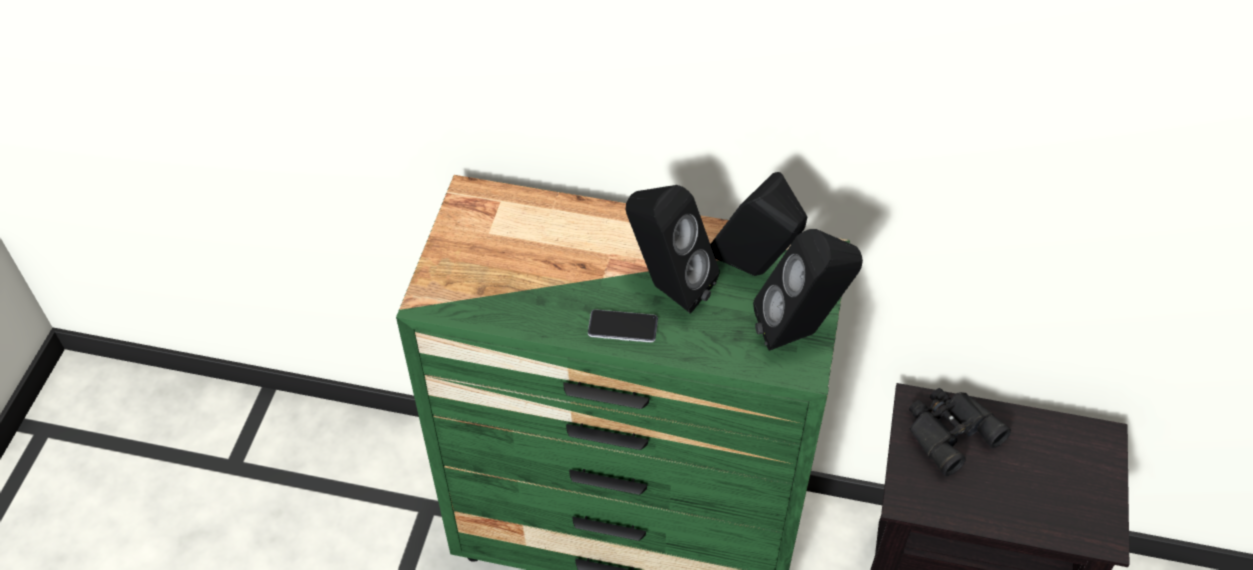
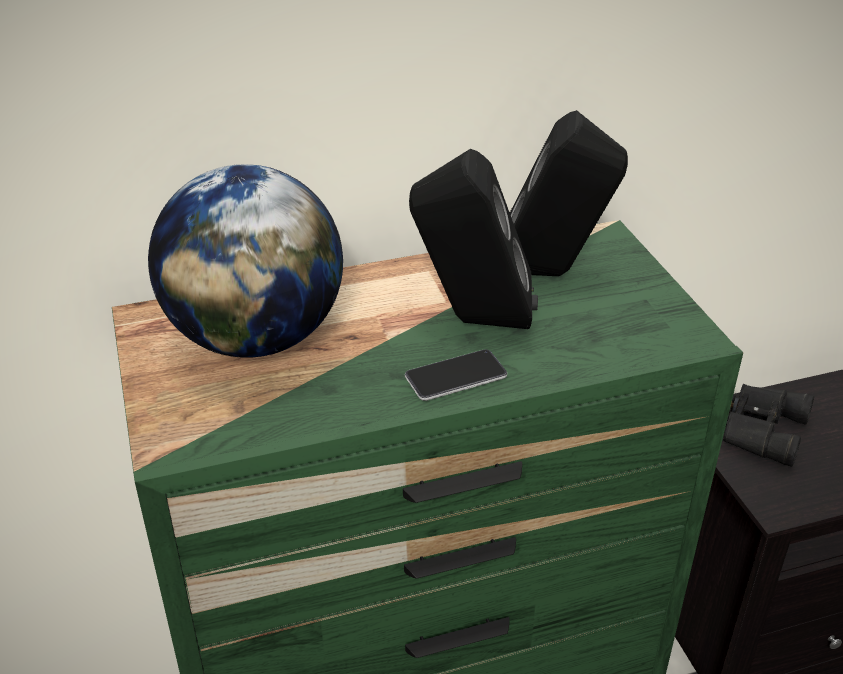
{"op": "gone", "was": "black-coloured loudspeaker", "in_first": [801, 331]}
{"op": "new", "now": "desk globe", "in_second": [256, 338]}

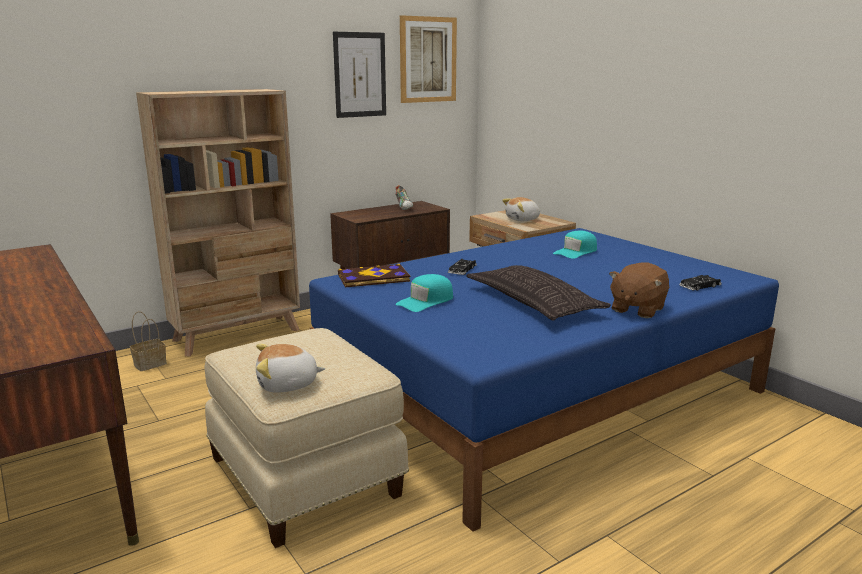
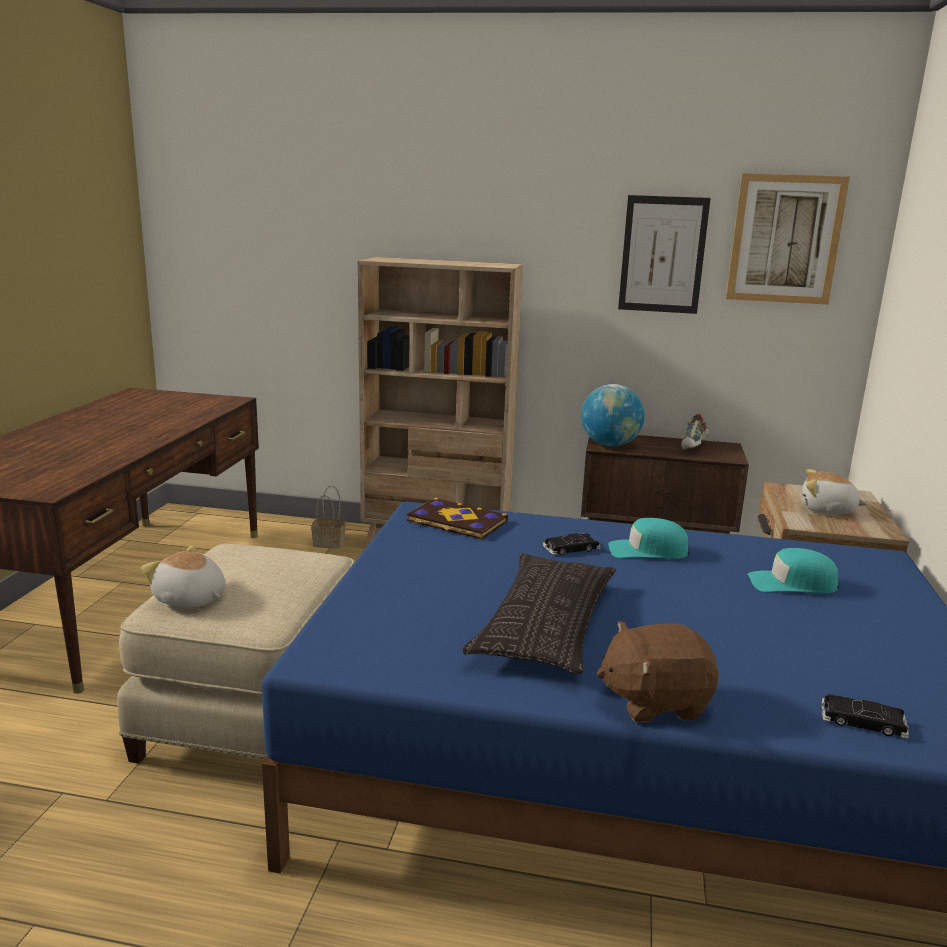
{"op": "shifted", "was": "turquoise-coloured peaked cap", "in_first": [426, 301], "in_second": [647, 551]}
{"op": "new", "now": "desk globe", "in_second": [610, 445]}

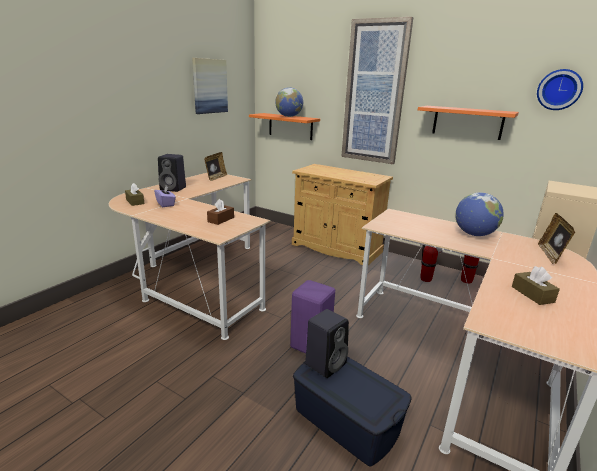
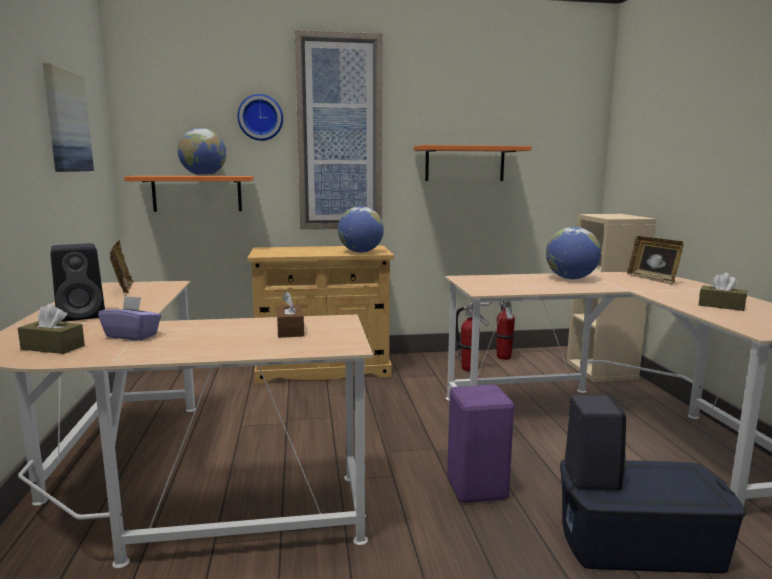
{"op": "shifted", "was": "wall clock", "in_first": [559, 90], "in_second": [260, 117]}
{"op": "new", "now": "desk globe", "in_second": [360, 252]}

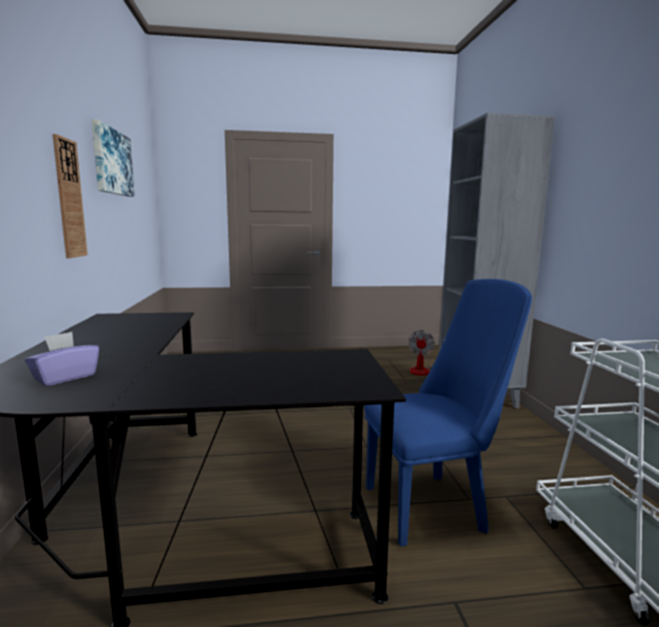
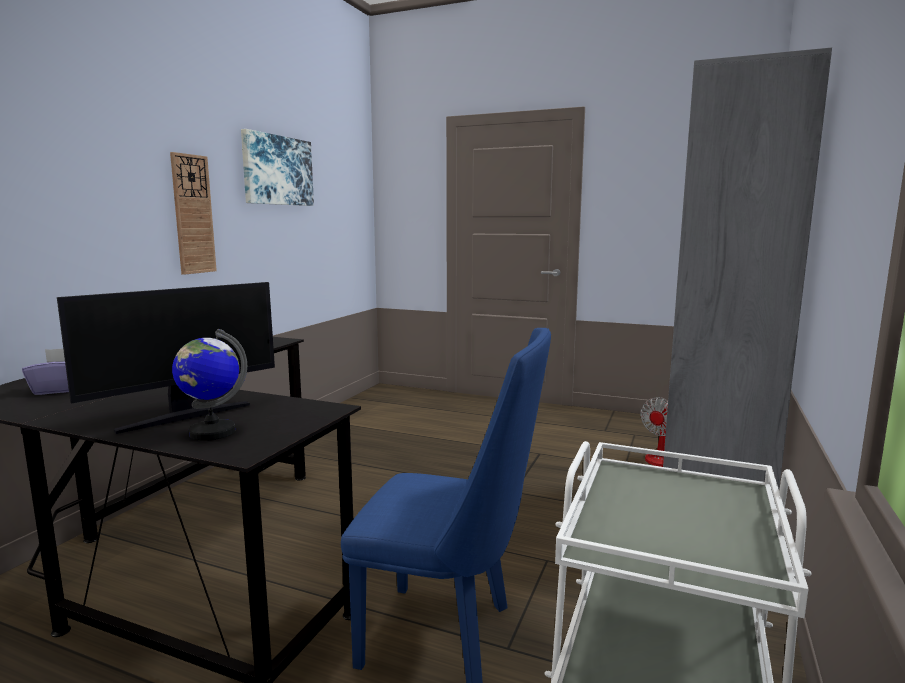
{"op": "new", "now": "monitor", "in_second": [184, 416]}
{"op": "new", "now": "desk globe", "in_second": [211, 432]}

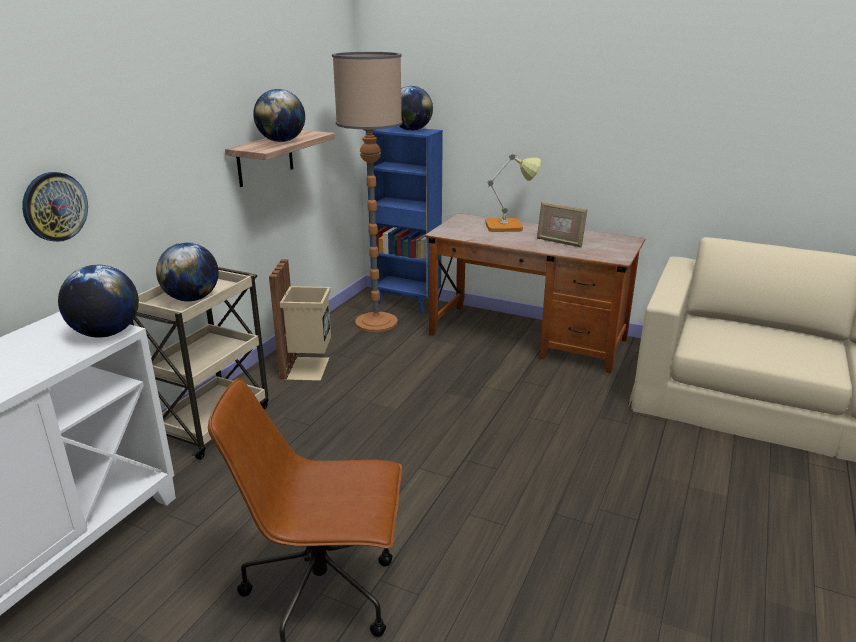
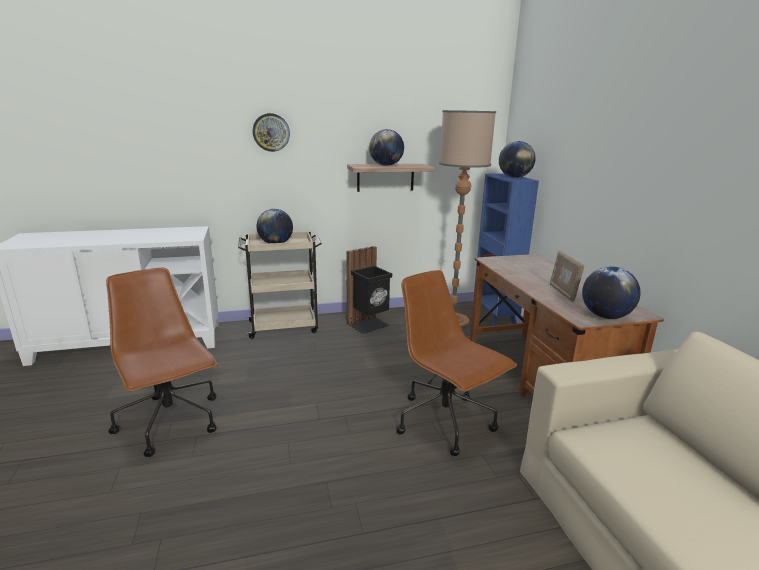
{"op": "gone", "was": "table lamp", "in_first": [509, 226]}
{"op": "shifted", "was": "wall clock", "in_first": [54, 206], "in_second": [271, 132]}
{"op": "repainted", "was": "beige trash can", "now": "black-coloured trash can", "in_first": [308, 368], "in_second": [369, 325]}
{"op": "shifted", "was": "desk globe", "in_first": [106, 333], "in_second": [605, 316]}
{"op": "new", "now": "brown-coloured computer chair", "in_second": [446, 422]}

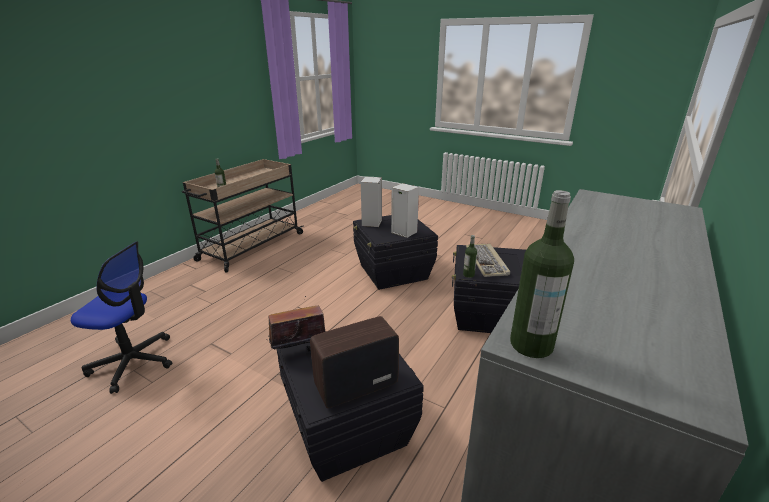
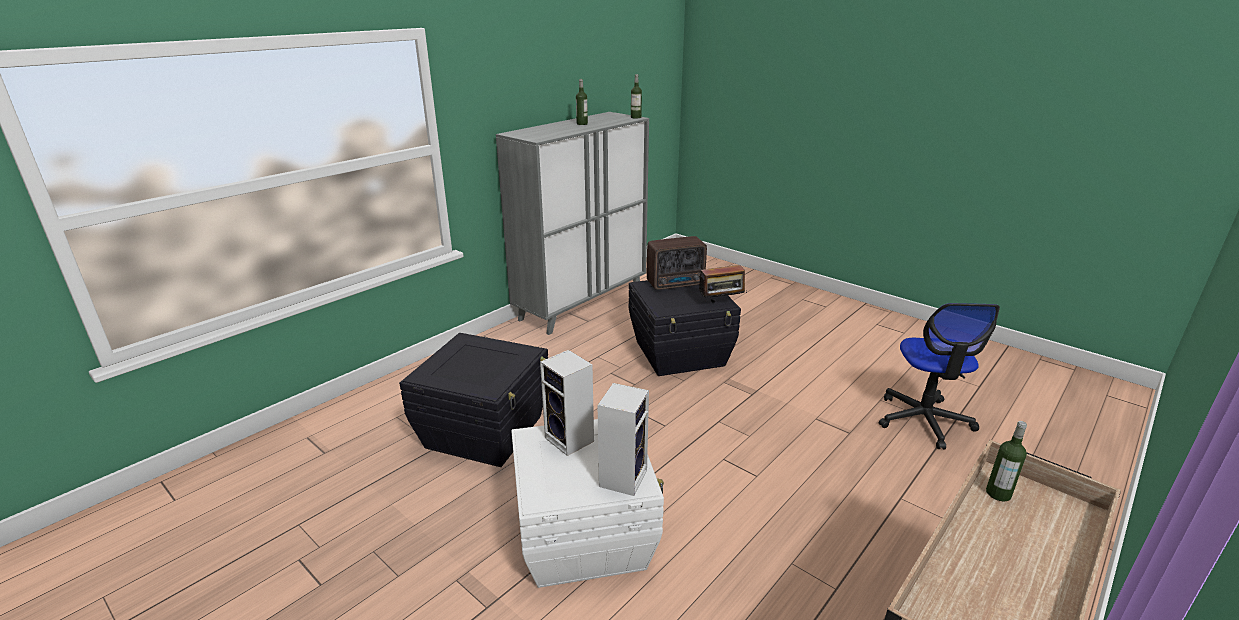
{"op": "repainted", "was": "black-coloured storage container", "now": "white-coloured storage container", "in_first": [393, 272], "in_second": [585, 536]}
{"op": "shifted", "was": "beverage bottle", "in_first": [468, 275], "in_second": [582, 124]}
{"op": "rotated", "was": "computer chair", "in_first": [133, 362], "in_second": [924, 420], "clockwise": -105}
{"op": "gone", "was": "keyboard", "in_first": [487, 262]}

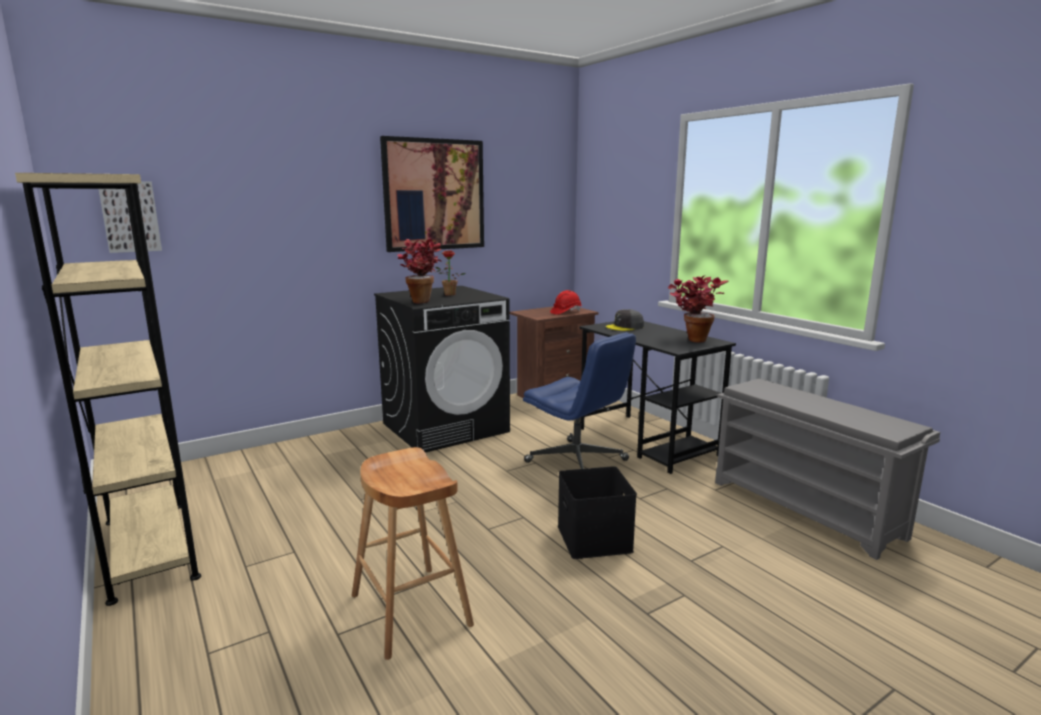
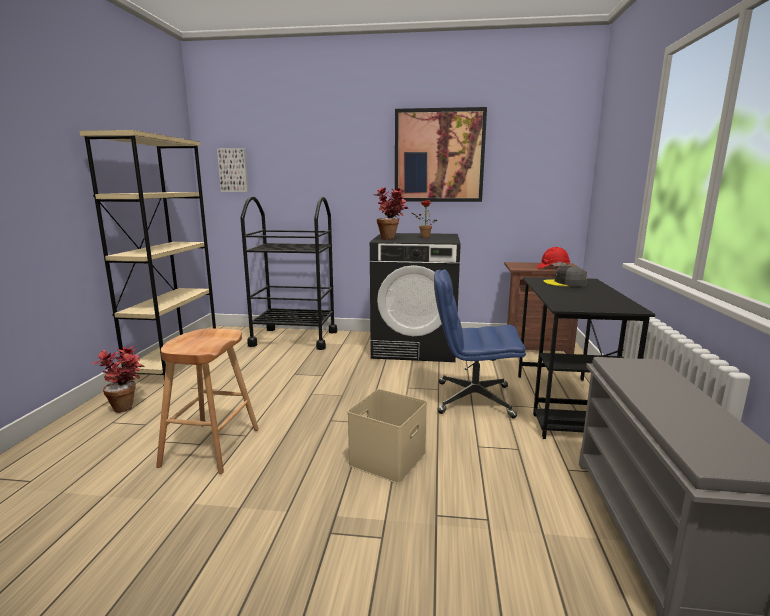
{"op": "shifted", "was": "potted plant", "in_first": [691, 339], "in_second": [127, 406]}
{"op": "rotated", "was": "blue-coloured computer chair", "in_first": [577, 461], "in_second": [473, 399], "clockwise": 105}
{"op": "repainted", "was": "black-coloured storage container", "now": "beige storage container", "in_first": [596, 539], "in_second": [388, 460]}
{"op": "new", "now": "black-coloured trolley", "in_second": [294, 338]}

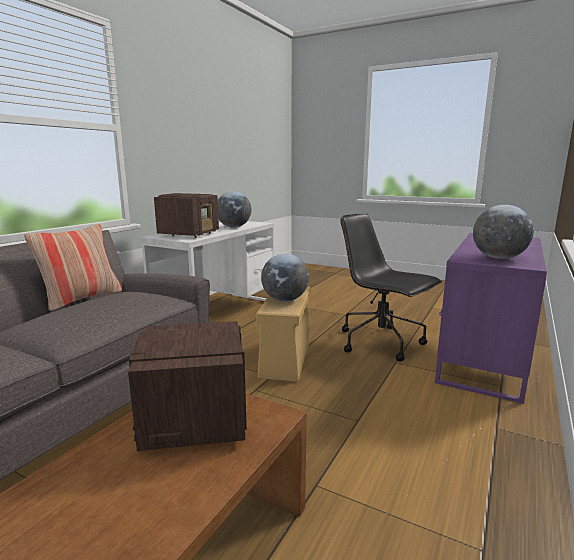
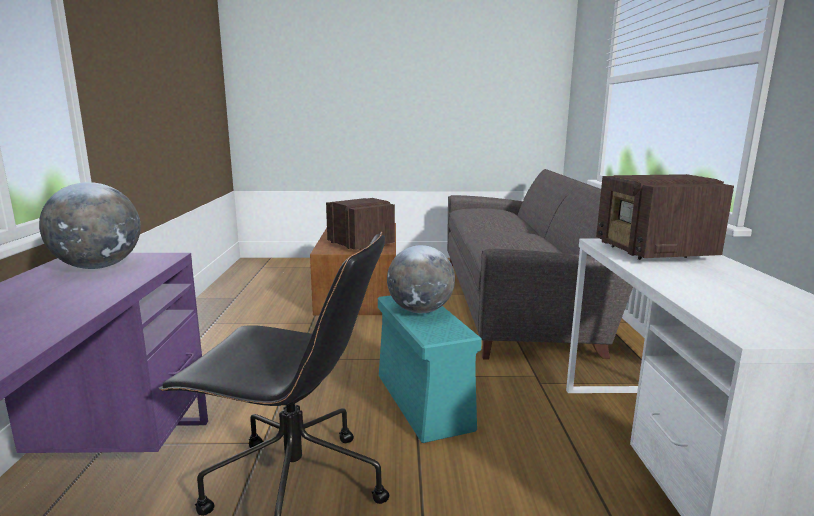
{"op": "gone", "was": "desk globe", "in_first": [234, 227]}
{"op": "gone", "was": "throw pillow", "in_first": [82, 298]}
{"op": "repainted", "was": "beige storage container", "now": "turquoise-coloured storage container", "in_first": [286, 358], "in_second": [424, 402]}

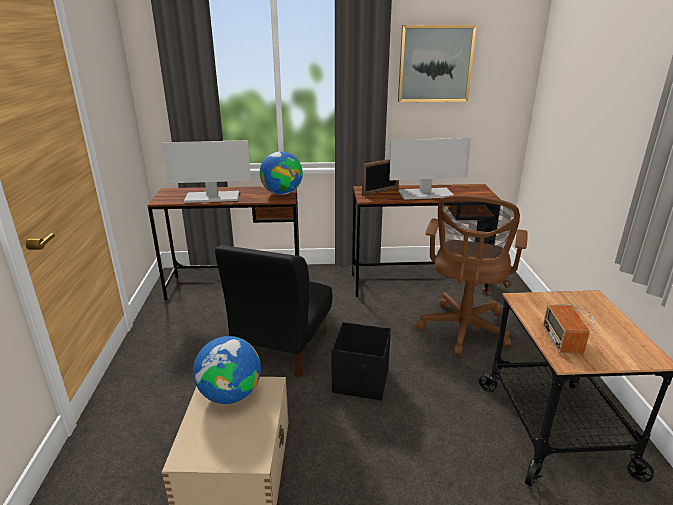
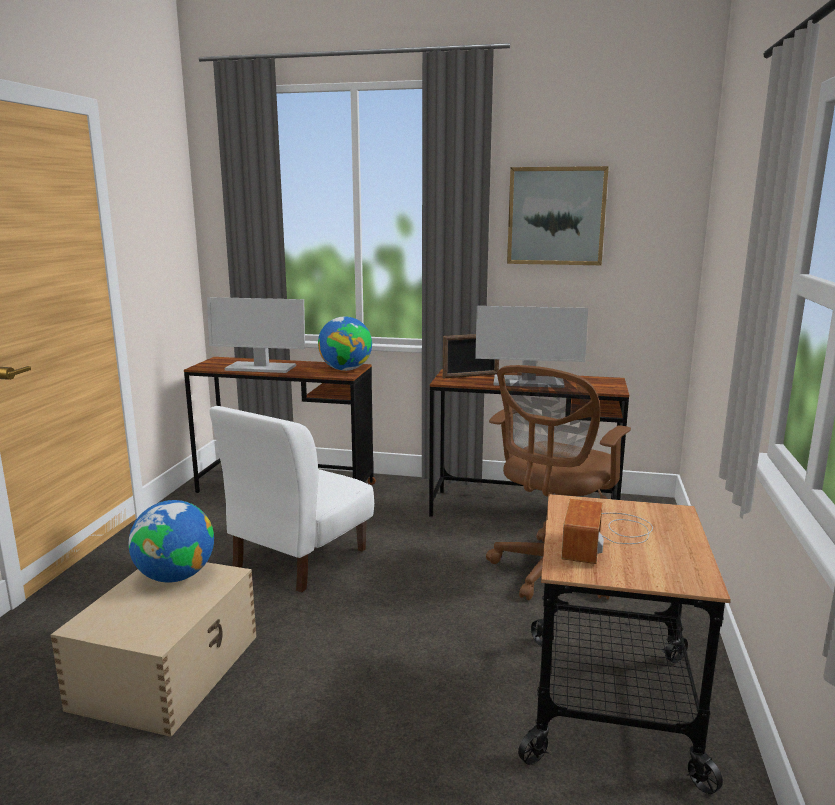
{"op": "repainted", "was": "black-coloured chair", "now": "white-coloured chair", "in_first": [281, 347], "in_second": [299, 558]}
{"op": "gone", "was": "black-coloured storage container", "in_first": [361, 381]}

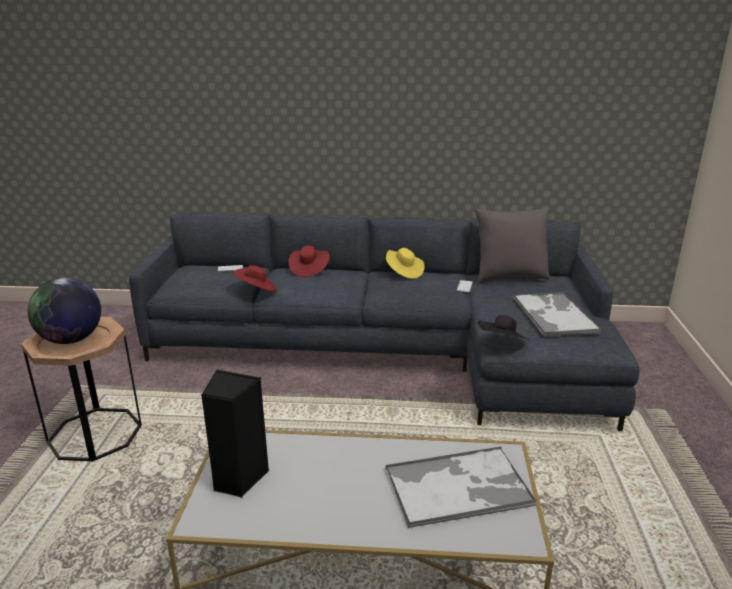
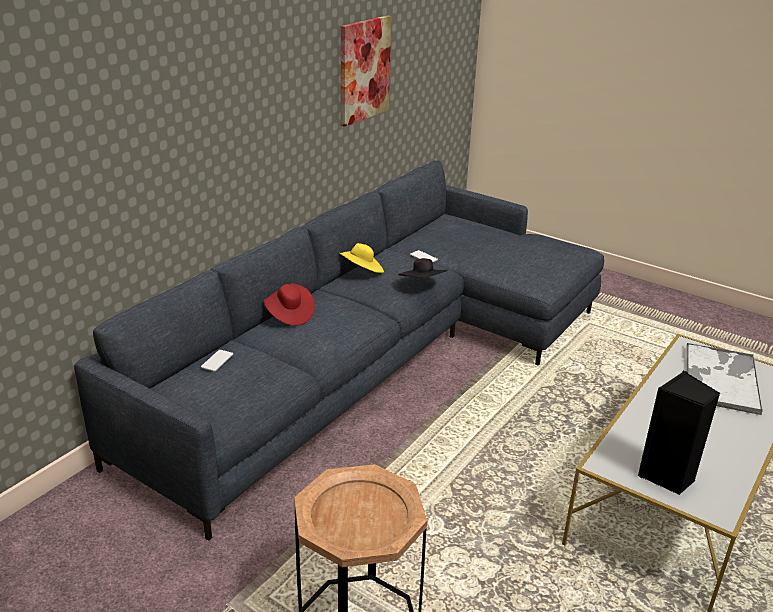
{"op": "gone", "was": "gray throw pillow", "in_first": [509, 277]}
{"op": "gone", "was": "red-coloured hat", "in_first": [256, 290]}
{"op": "gone", "was": "desk globe", "in_first": [71, 340]}
{"op": "gone", "was": "serving tray", "in_first": [553, 314]}
{"op": "shifted", "was": "black-coloured hat", "in_first": [502, 343], "in_second": [423, 285]}
{"op": "new", "now": "picture", "in_second": [364, 70]}

